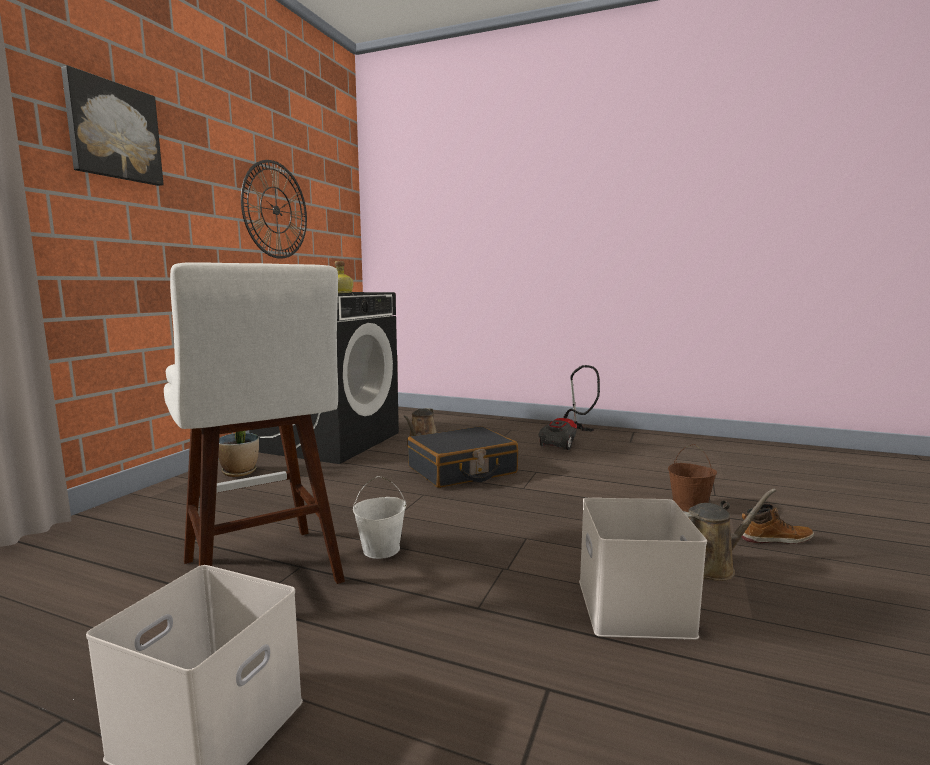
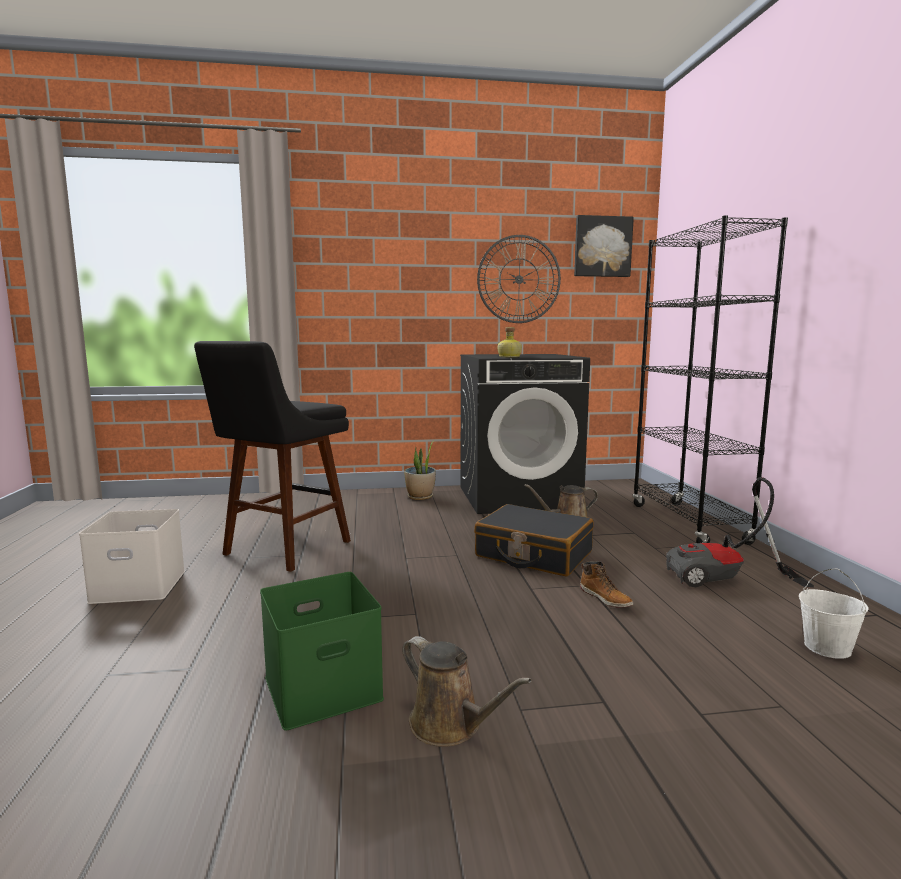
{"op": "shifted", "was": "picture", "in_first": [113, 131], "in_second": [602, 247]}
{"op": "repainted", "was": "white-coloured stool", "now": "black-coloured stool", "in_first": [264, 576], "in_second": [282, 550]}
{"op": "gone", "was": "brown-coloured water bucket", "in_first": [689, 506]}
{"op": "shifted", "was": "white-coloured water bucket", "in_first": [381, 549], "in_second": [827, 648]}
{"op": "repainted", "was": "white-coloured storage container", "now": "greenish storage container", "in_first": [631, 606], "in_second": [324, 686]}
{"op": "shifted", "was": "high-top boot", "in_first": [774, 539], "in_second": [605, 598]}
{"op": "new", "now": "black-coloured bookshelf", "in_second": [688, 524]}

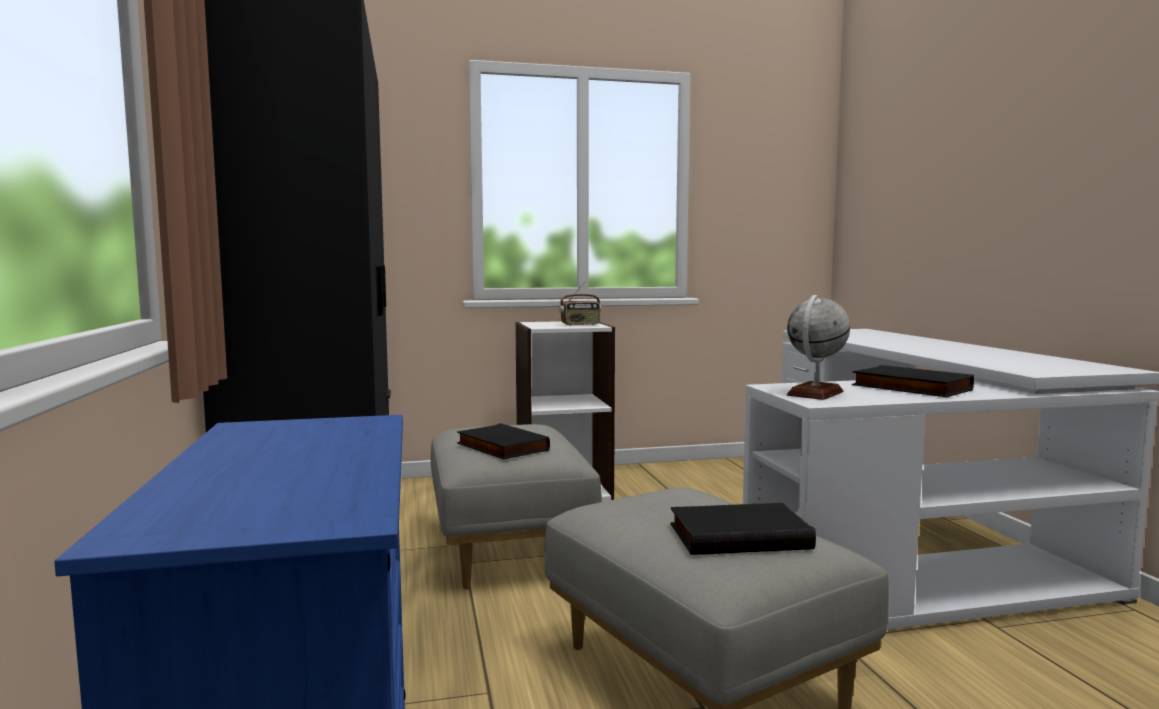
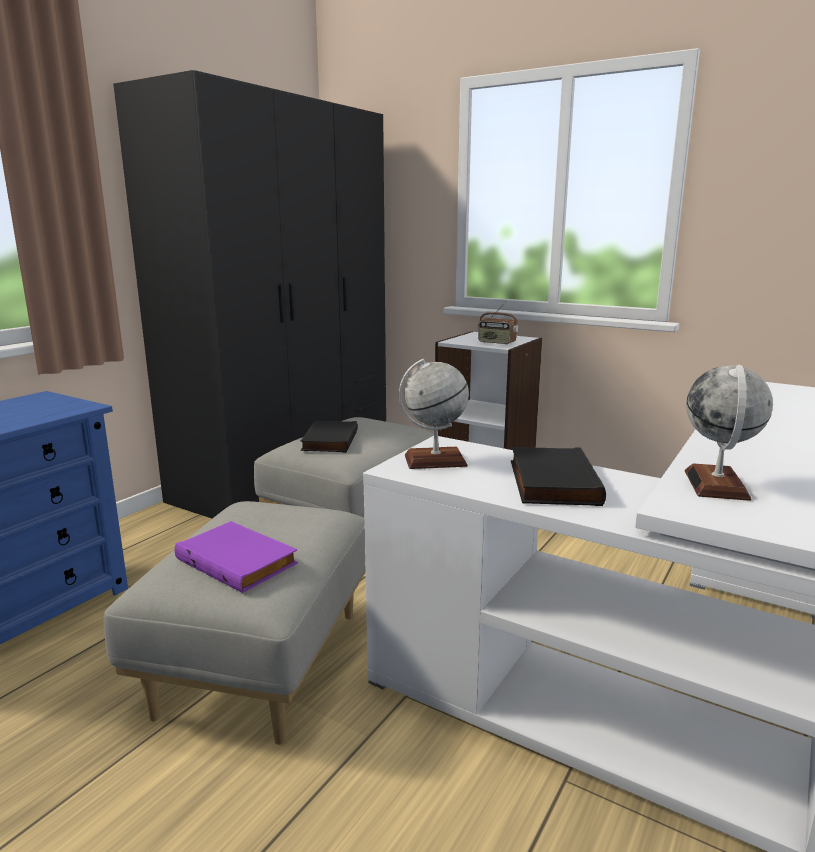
{"op": "repainted", "was": "black-coloured book", "now": "purplish book", "in_first": [739, 535], "in_second": [239, 561]}
{"op": "new", "now": "desk globe", "in_second": [716, 485]}

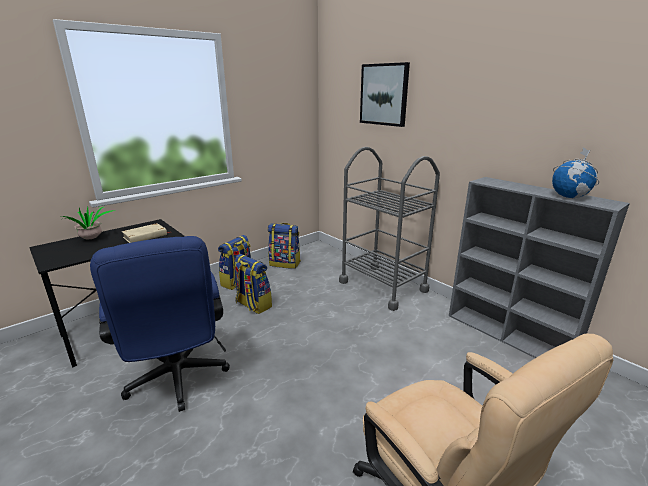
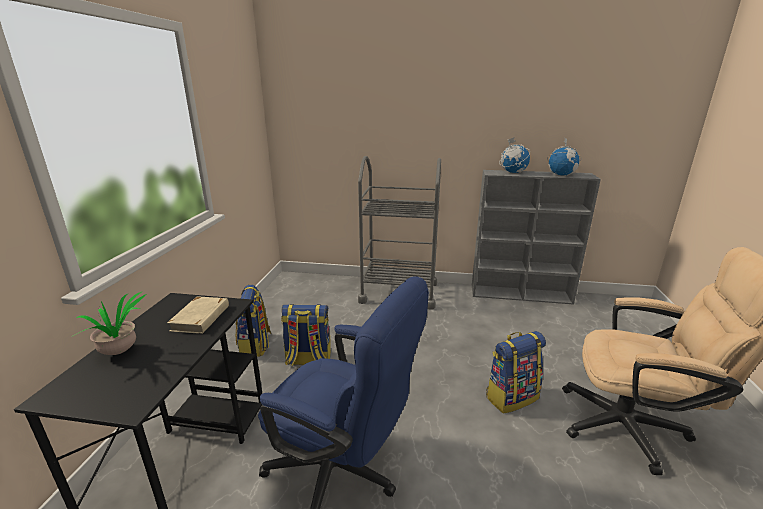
{"op": "gone", "was": "picture", "in_first": [384, 94]}
{"op": "shifted", "was": "backpack", "in_first": [285, 263], "in_second": [511, 397]}
{"op": "new", "now": "desk globe", "in_second": [512, 172]}

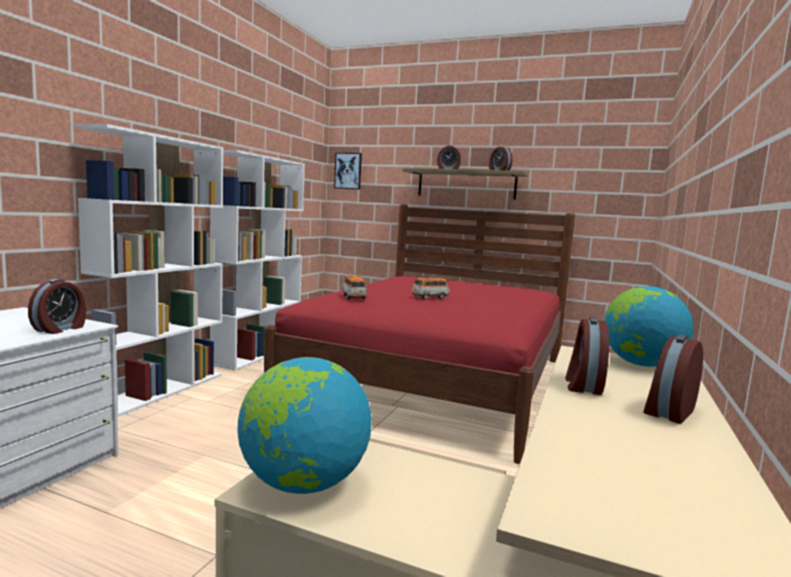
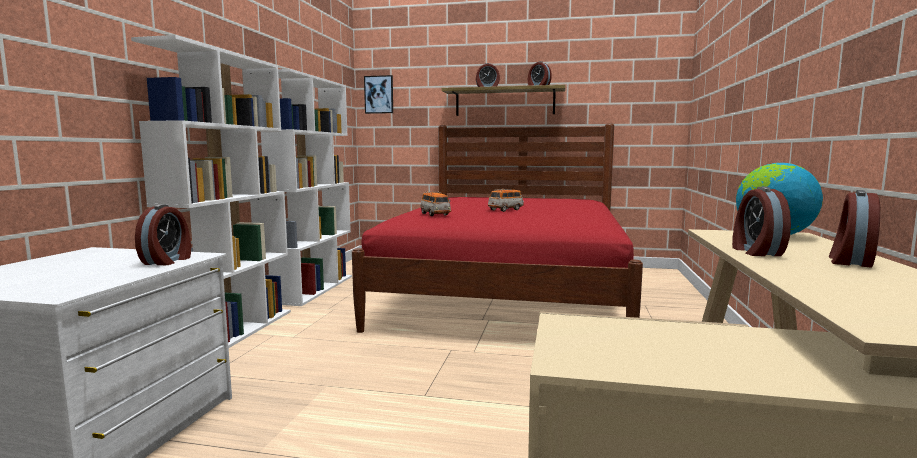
{"op": "gone", "was": "desk globe", "in_first": [303, 483]}

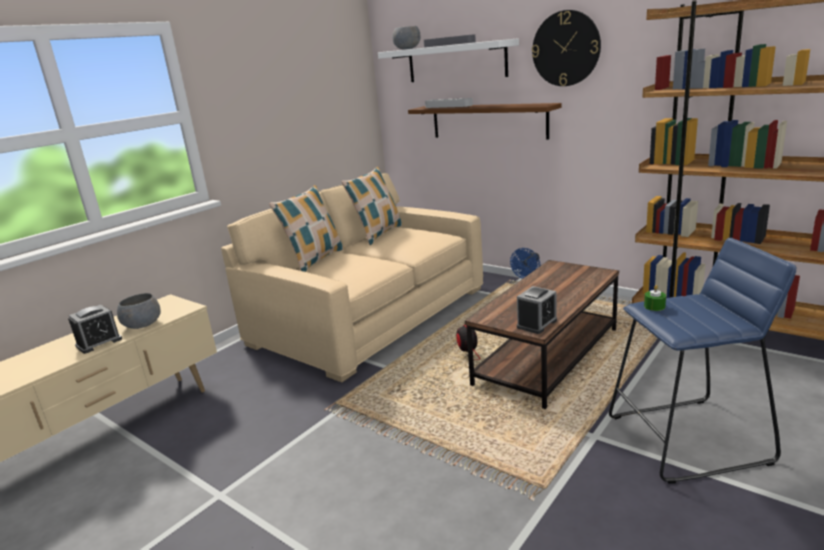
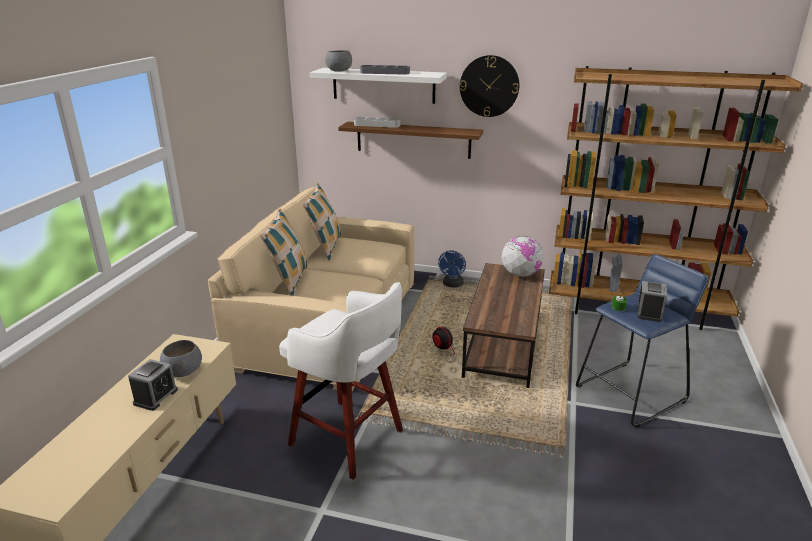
{"op": "shifted", "was": "table clock", "in_first": [537, 324], "in_second": [649, 312]}
{"op": "new", "now": "desk globe", "in_second": [520, 274]}
{"op": "new", "now": "white-coloured stool", "in_second": [349, 439]}

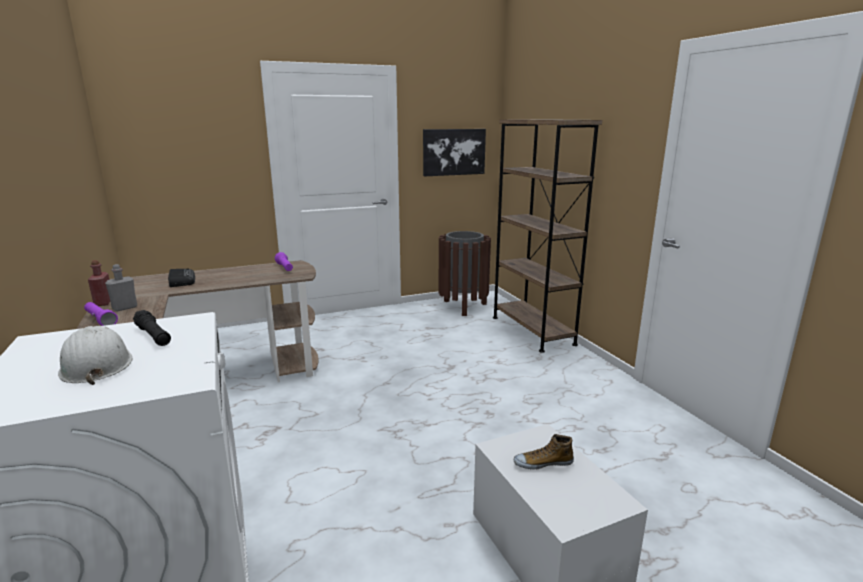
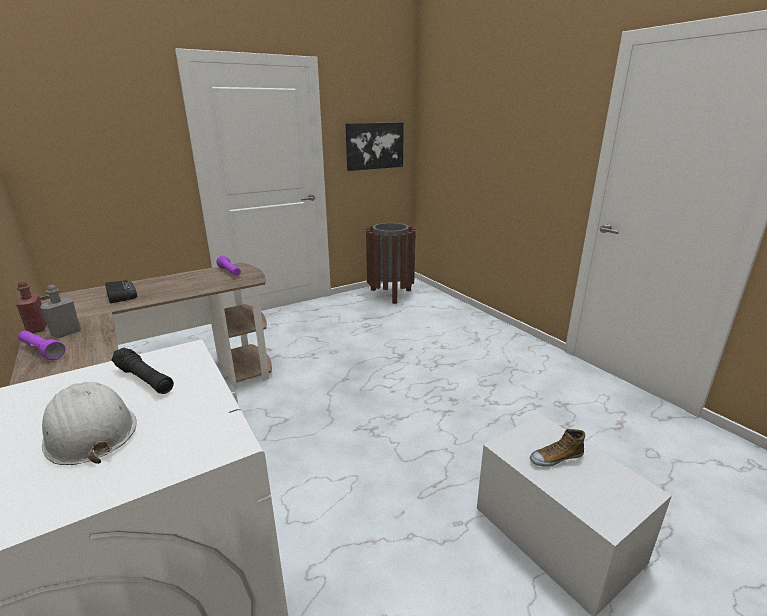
{"op": "gone", "was": "brown-coloured bookshelf", "in_first": [532, 330]}

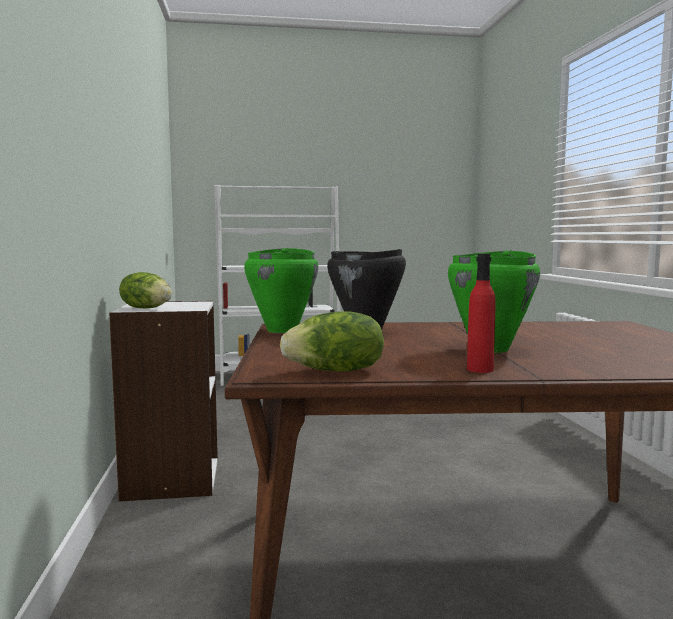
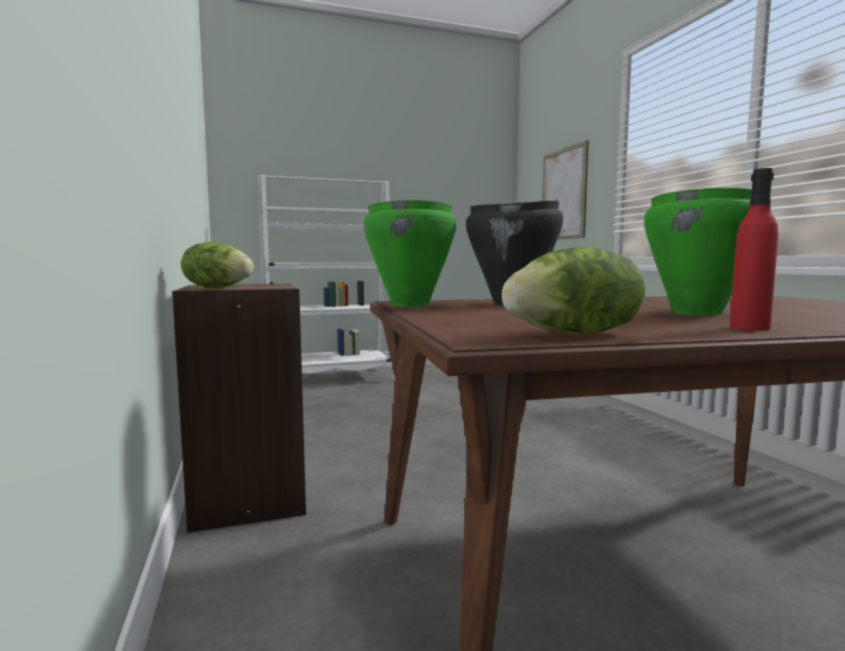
{"op": "repainted", "was": "white-coloured bookshelf", "now": "brown-coloured bookshelf", "in_first": [170, 479], "in_second": [247, 498]}
{"op": "new", "now": "picture", "in_second": [563, 194]}

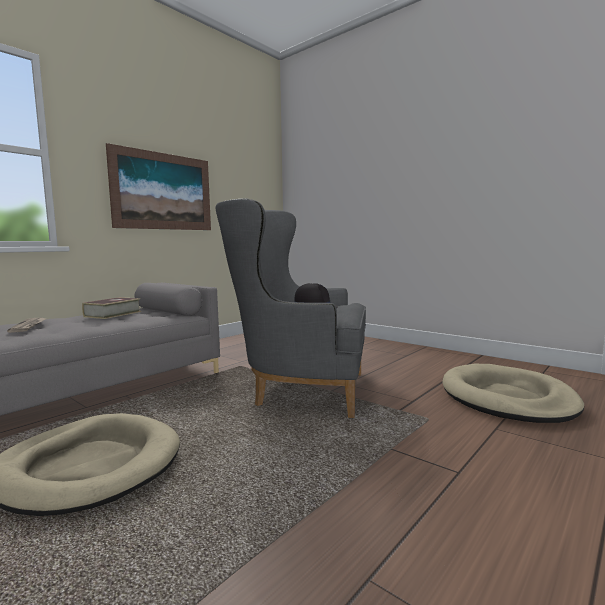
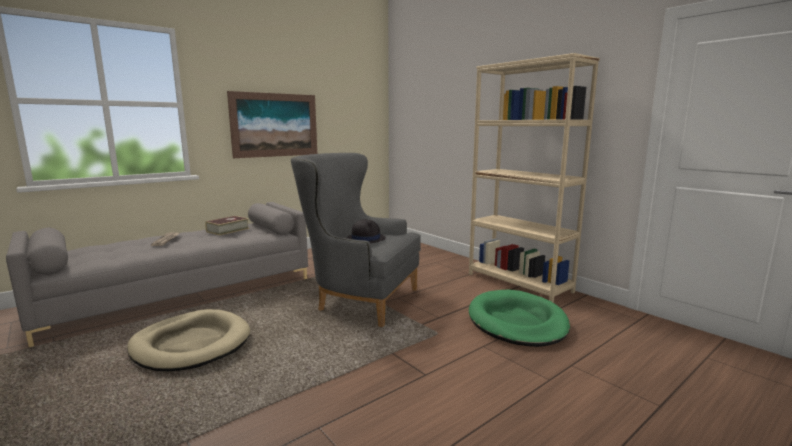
{"op": "repainted", "was": "beige pet bed", "now": "greenish pet bed", "in_first": [507, 398], "in_second": [517, 322]}
{"op": "new", "now": "beige bookshelf", "in_second": [519, 283]}

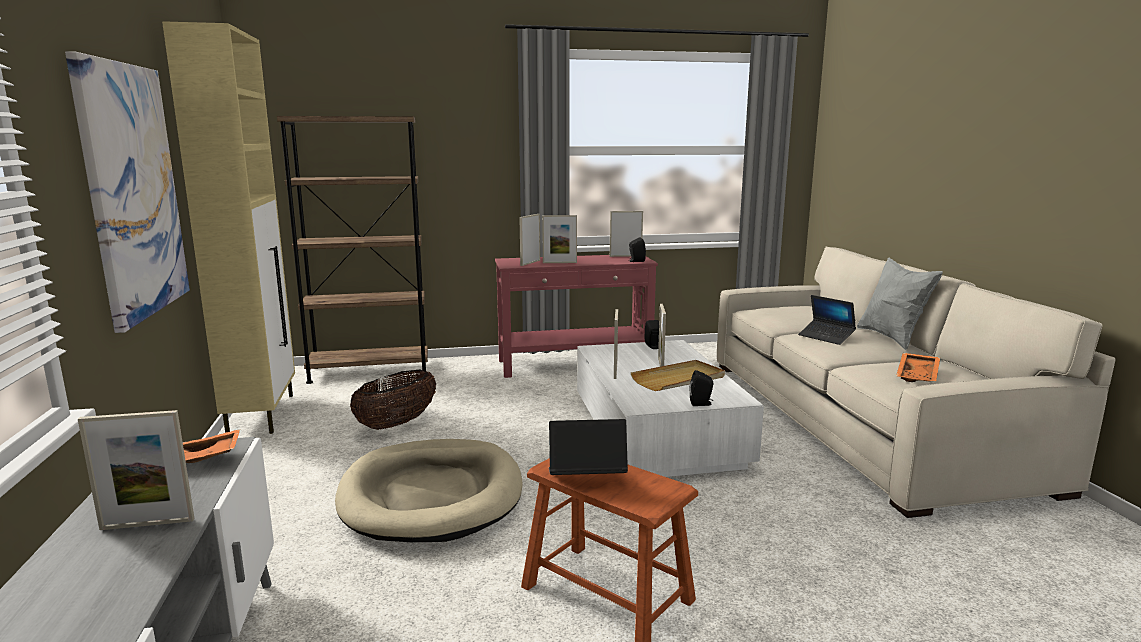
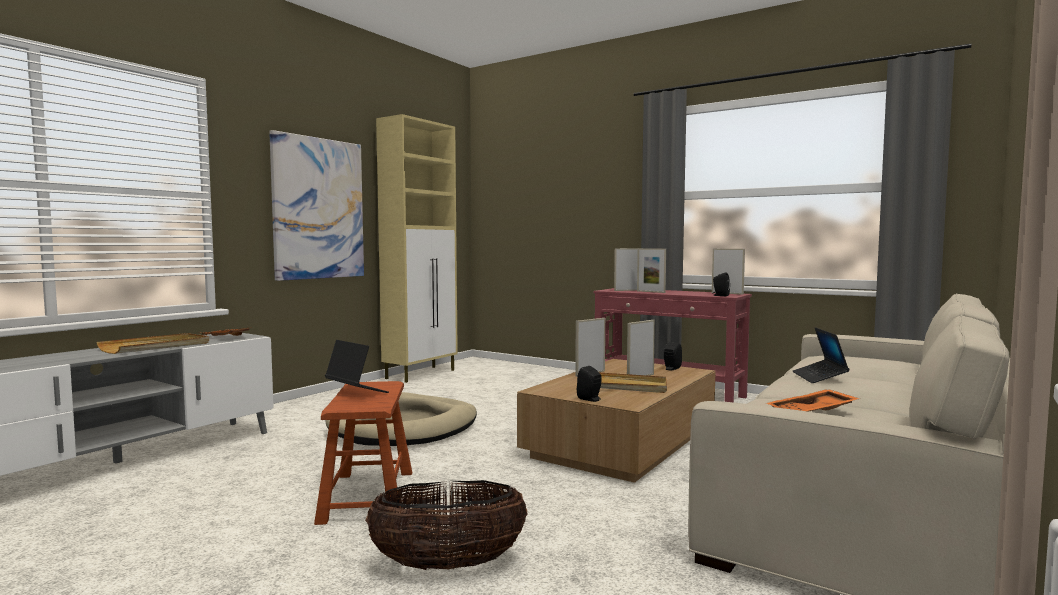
{"op": "gone", "was": "brown-coloured bookshelf", "in_first": [369, 371]}
{"op": "gone", "was": "gray throw pillow", "in_first": [892, 338]}
{"op": "repainted", "was": "white-coloured low table", "now": "brown-coloured low table", "in_first": [657, 432], "in_second": [622, 442]}
{"op": "shifted", "was": "basket", "in_first": [396, 424], "in_second": [448, 565]}
{"op": "swapped", "was": "standing frame", "now": "beige serving tray", "in_first": [147, 524], "in_second": [156, 346]}

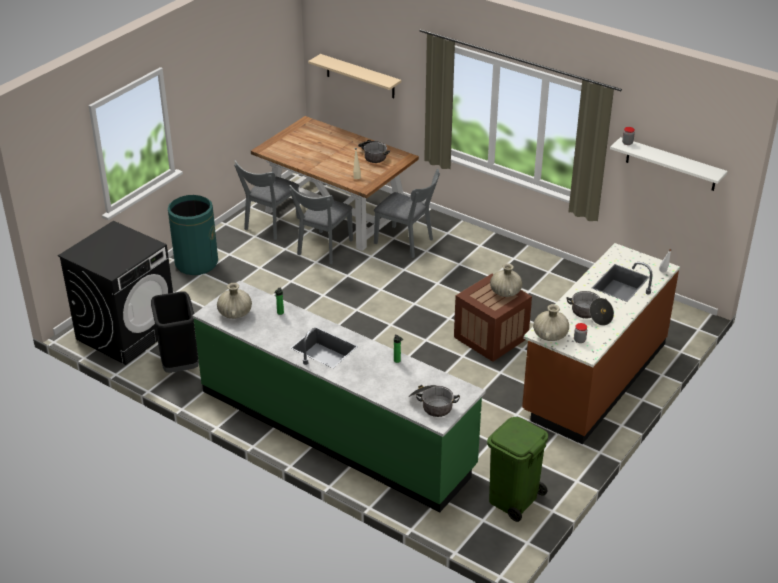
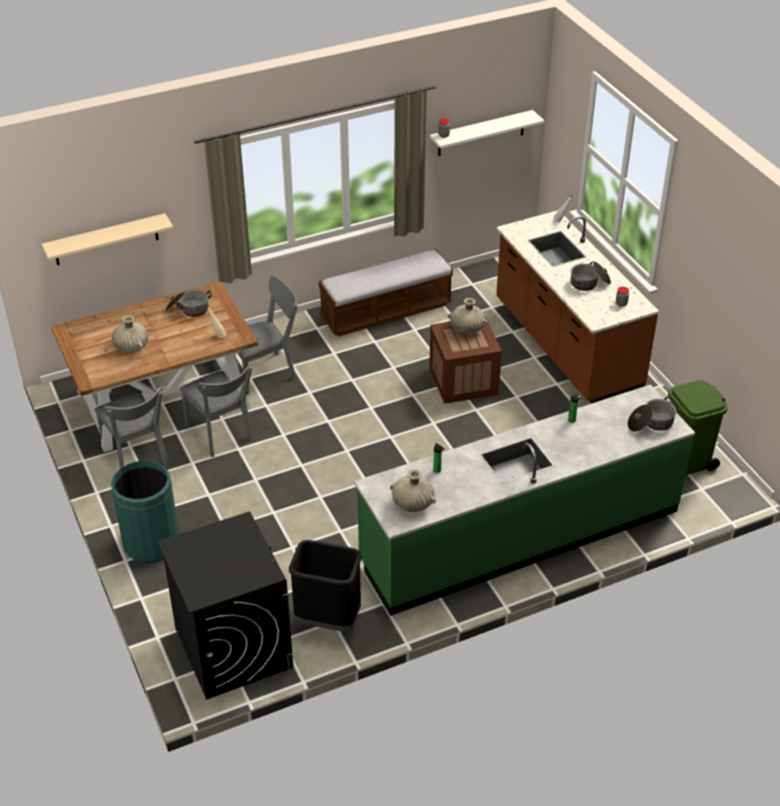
{"op": "shifted", "was": "beige vase", "in_first": [550, 335], "in_second": [131, 347]}
{"op": "new", "now": "indoor bench", "in_second": [386, 312]}

